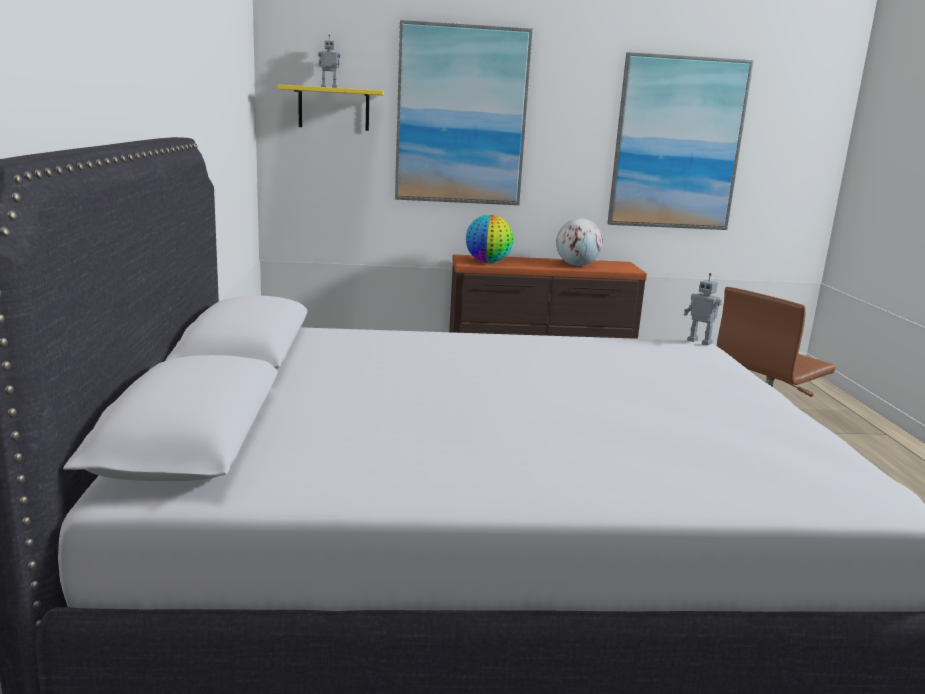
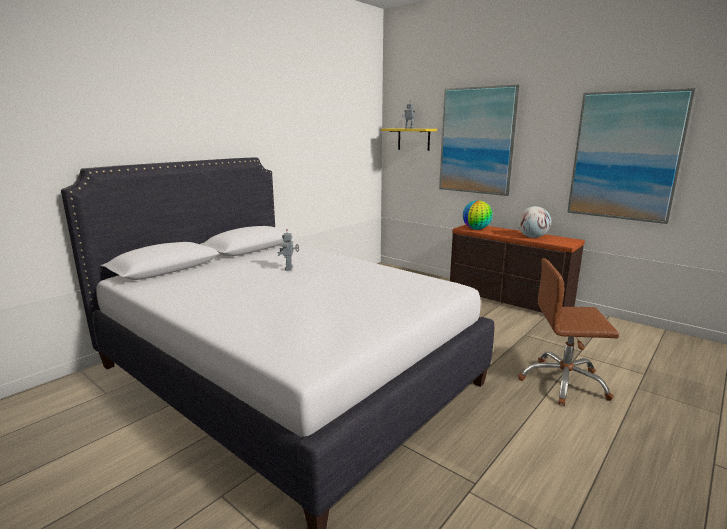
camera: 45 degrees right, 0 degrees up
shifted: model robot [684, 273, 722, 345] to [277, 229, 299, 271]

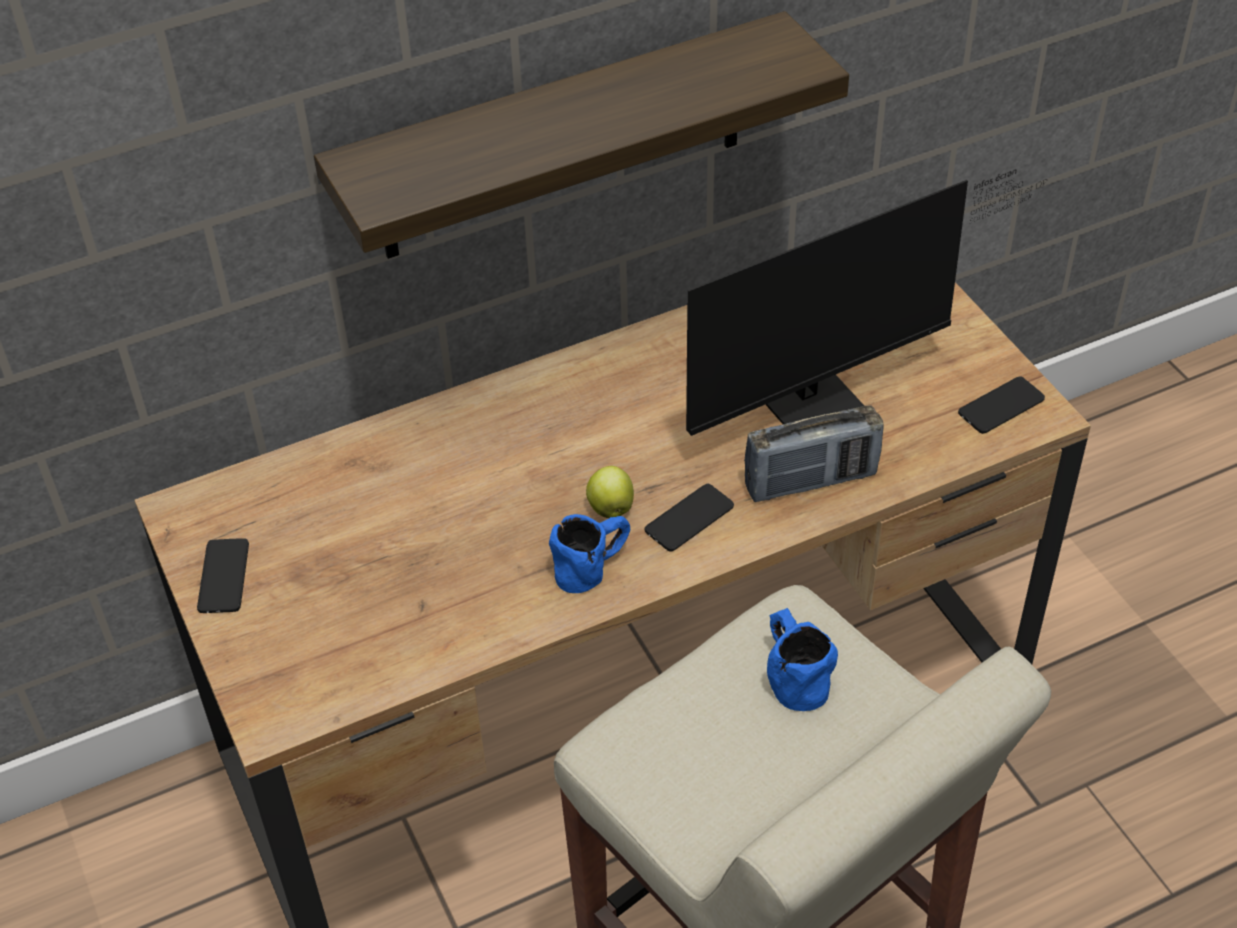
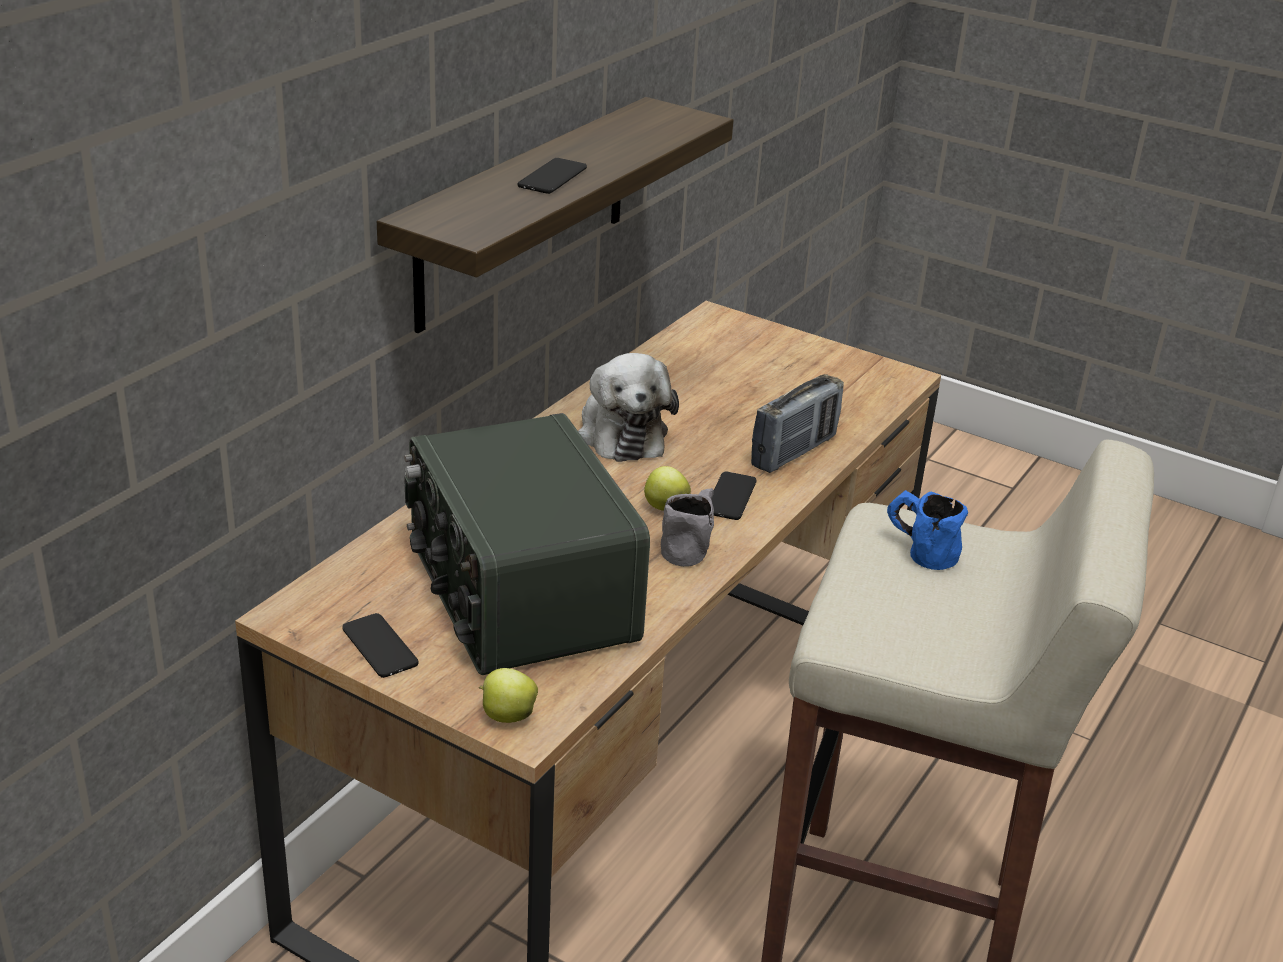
camera: 35 degrees left, 15 degrees down
gone: computer display [686, 169, 1047, 436]
new: radio set [404, 413, 650, 675]; whole apple [479, 668, 538, 723]; plush toy [578, 353, 679, 462]
shifted: handset [958, 376, 1045, 434] to [518, 158, 587, 194]
repainted: blue mug [549, 514, 630, 593] to grey mug [661, 488, 714, 567]

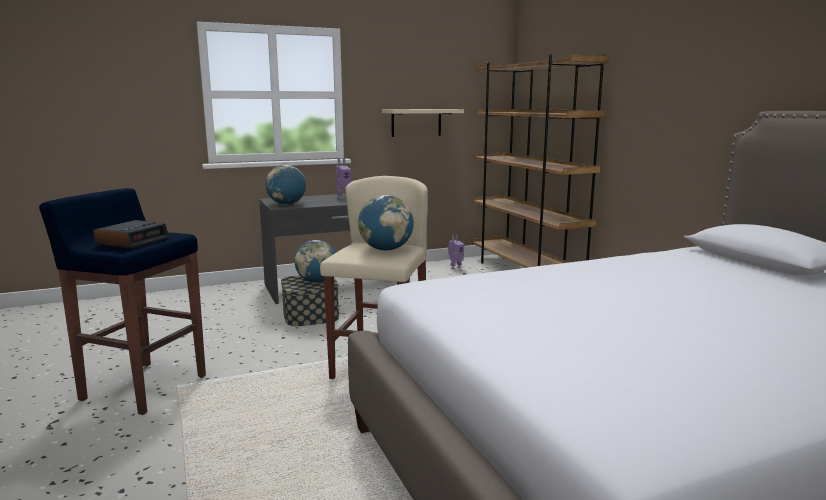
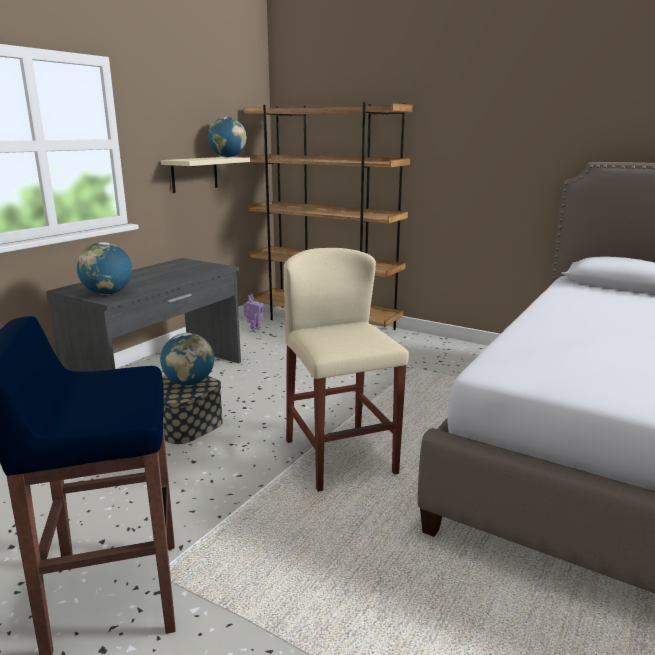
camera: 35 degrees left, 5 degrees up
gone: alarm clock [93, 220, 169, 249]; model robot [336, 158, 352, 199]
shifted: globe [358, 195, 414, 251] to [208, 117, 247, 157]

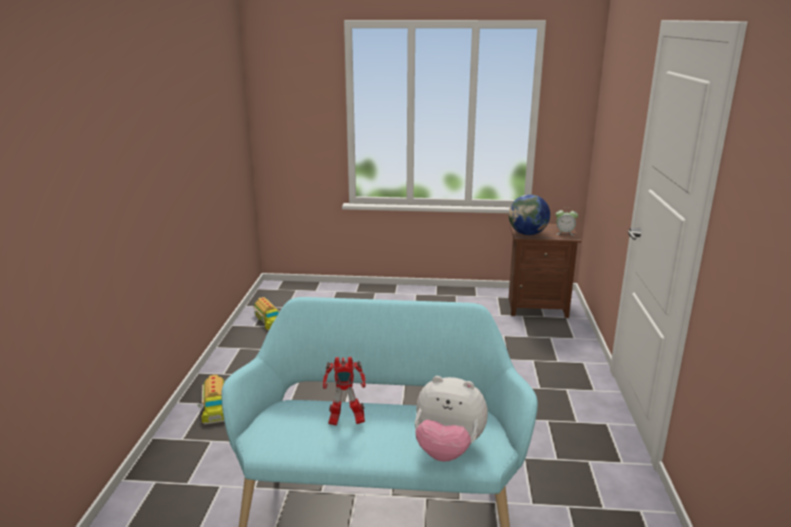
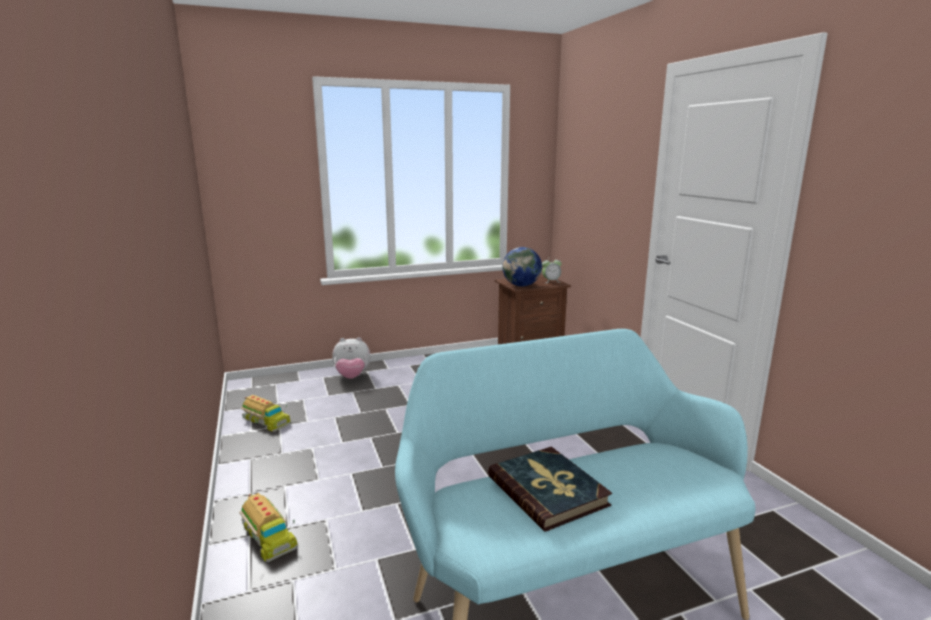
camera: 25 degrees left, 5 degrees down
shifted: plush toy [415, 376, 488, 462] to [332, 337, 370, 379]
swapped: model robot [323, 357, 366, 426] to volume [488, 447, 612, 532]

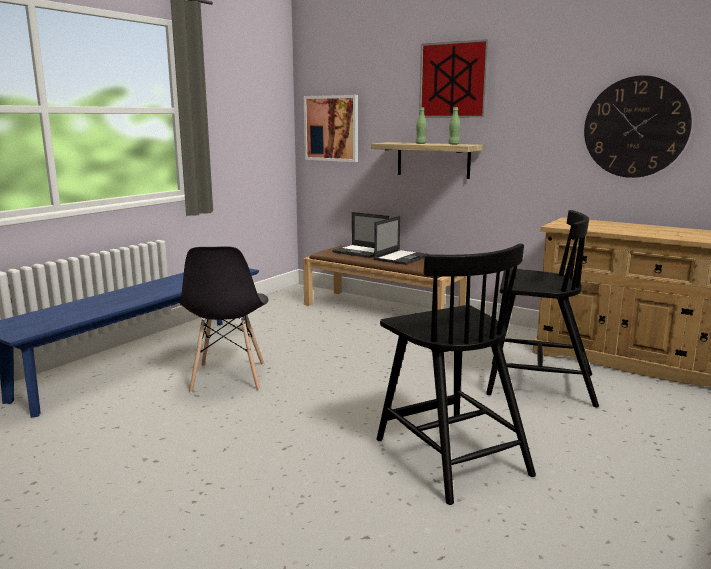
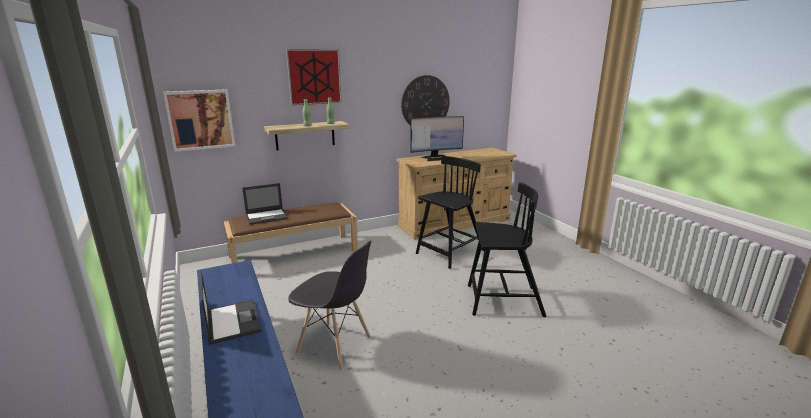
camera: 60 degrees left, 5 degrees up
new: computer display [410, 116, 464, 161]
shifted: notebook computer [374, 216, 425, 265] to [200, 271, 261, 345]

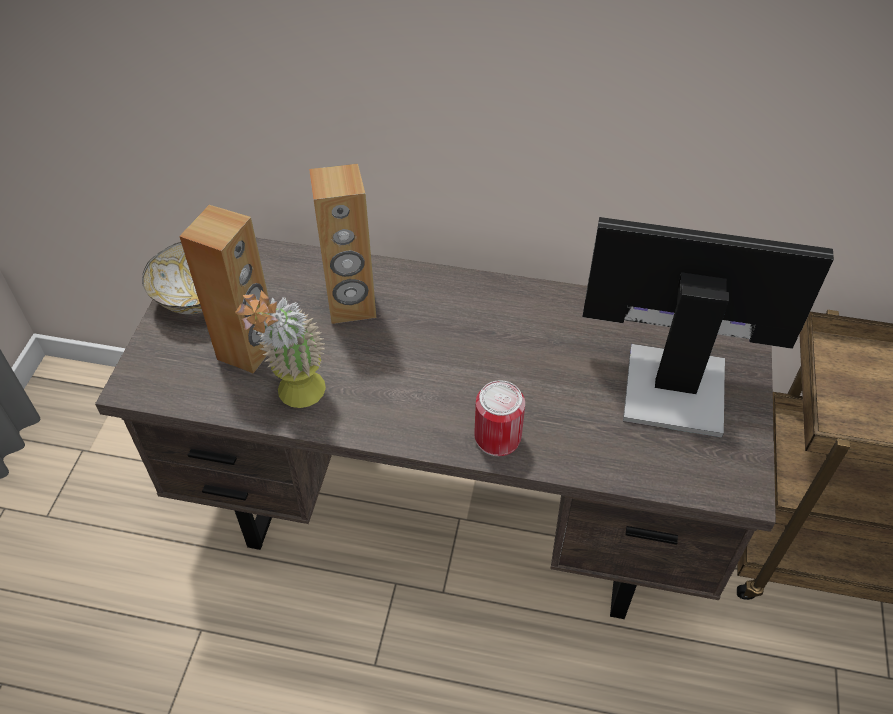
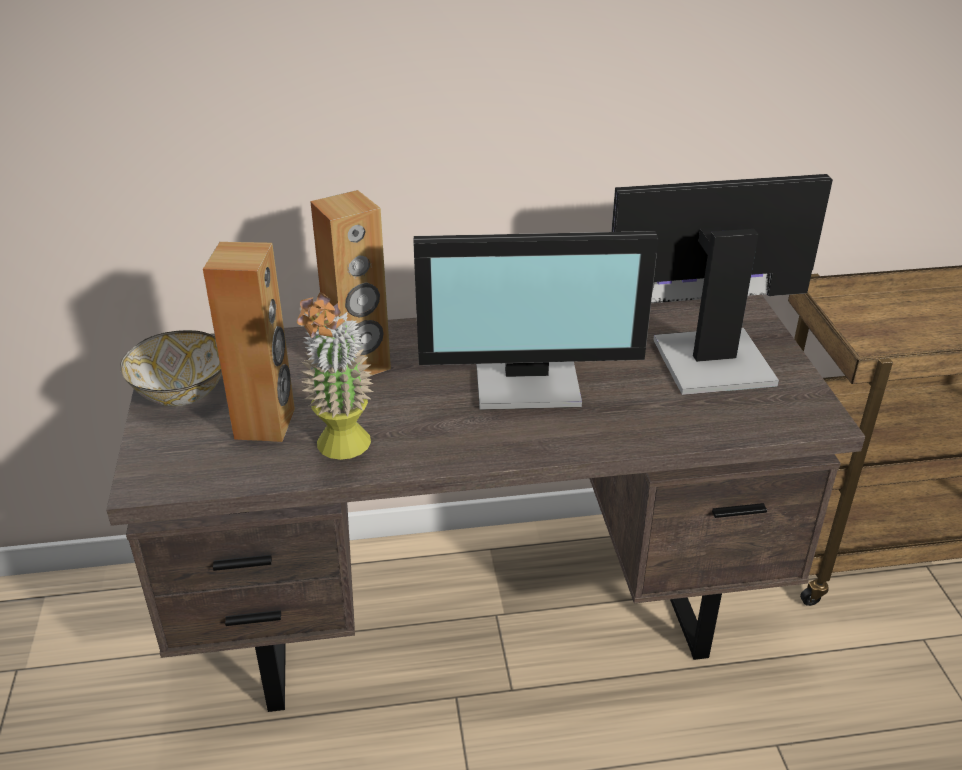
camera: 20 degrees left, 15 degrees down
gone: metal can [474, 380, 525, 456]
new: computer display [413, 231, 658, 410]

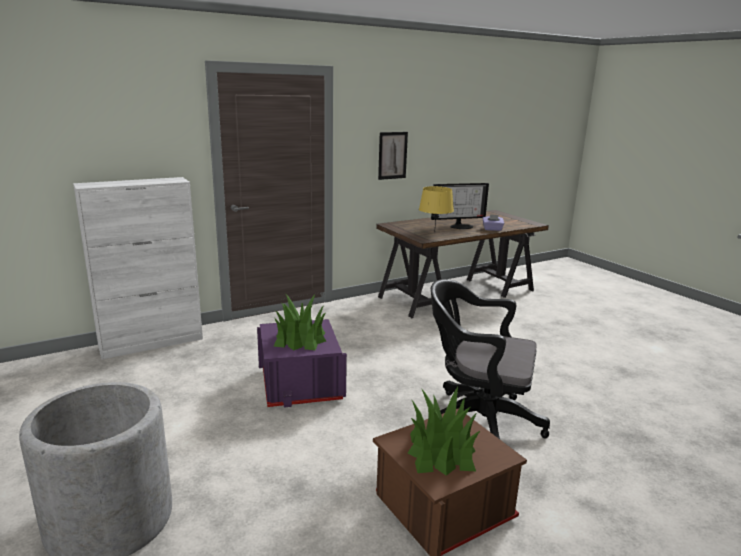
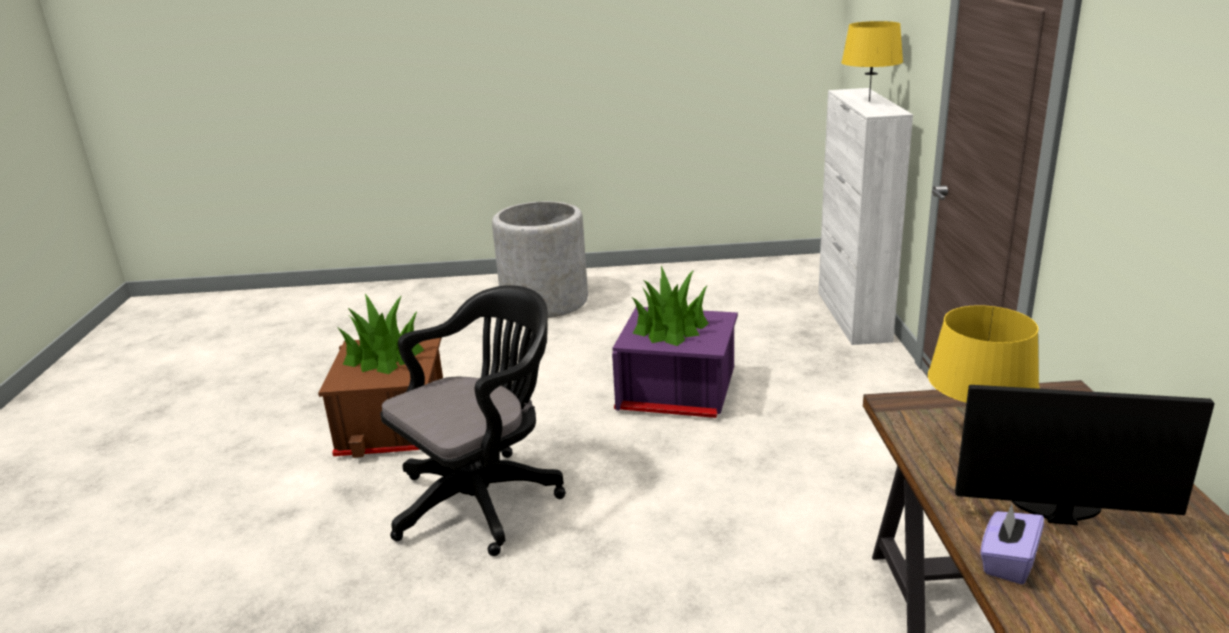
camera: 120 degrees right, 5 degrees up
gone: picture [378, 132, 408, 180]
new: yellowish lamp for a table [841, 21, 903, 102]
rotated: computer display [431, 183, 489, 229] = [955, 385, 1214, 525] 90 degrees clockwise

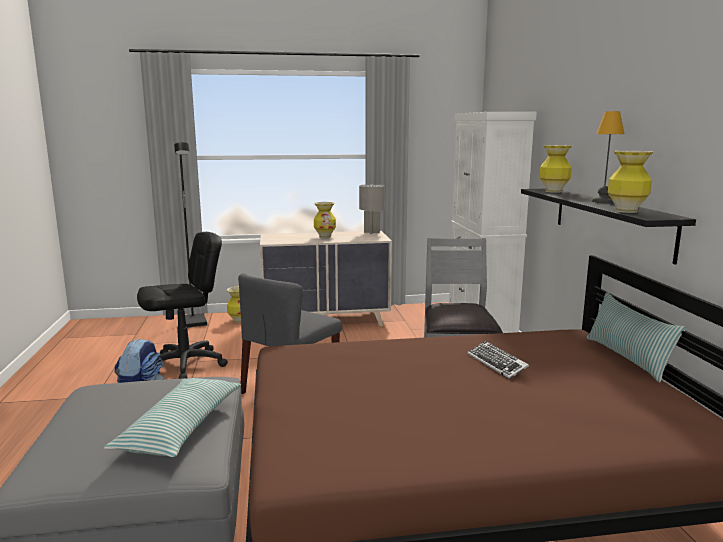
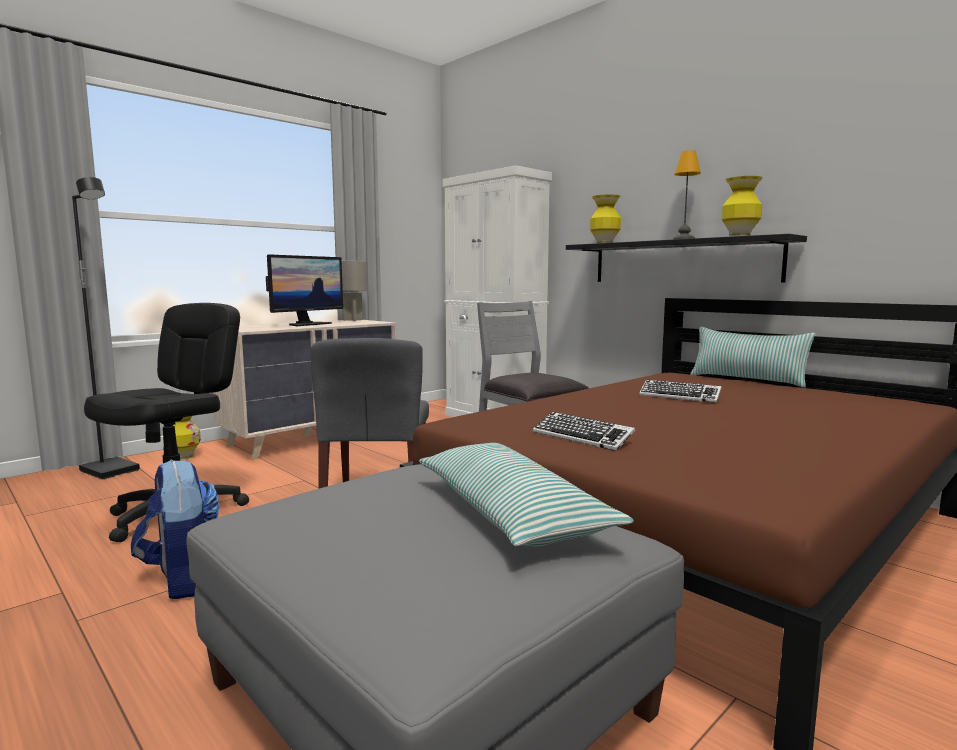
camera: 35 degrees left, 5 degrees down
new: PC keyboard [533, 412, 635, 451]
swapped: decorative vase [314, 202, 336, 238] to computer display [266, 254, 343, 326]

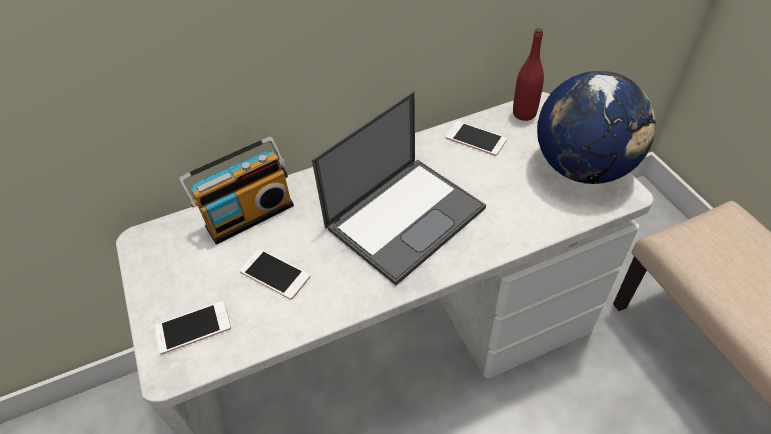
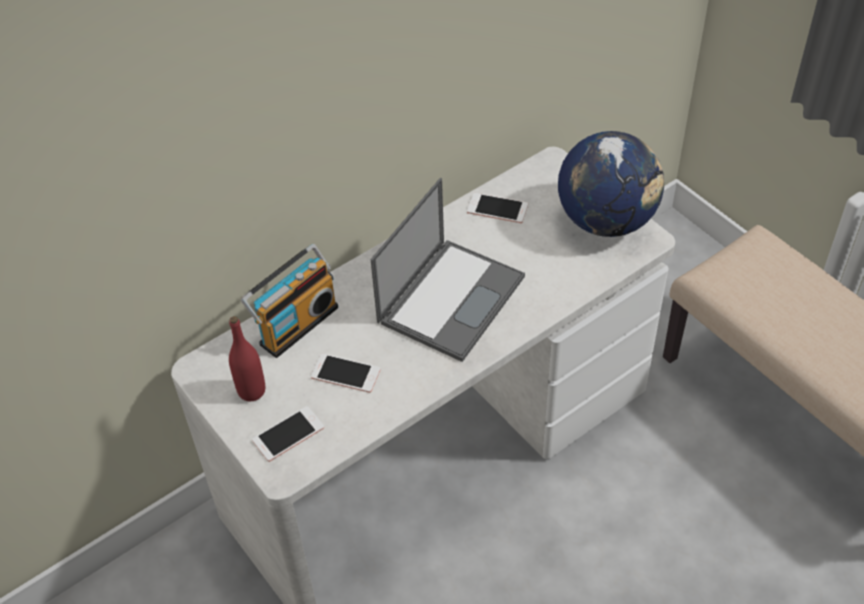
camera: 15 degrees left, 0 degrees up
shifted: red-coloured beverage bottle [513, 28, 544, 121] to [229, 316, 265, 401]

